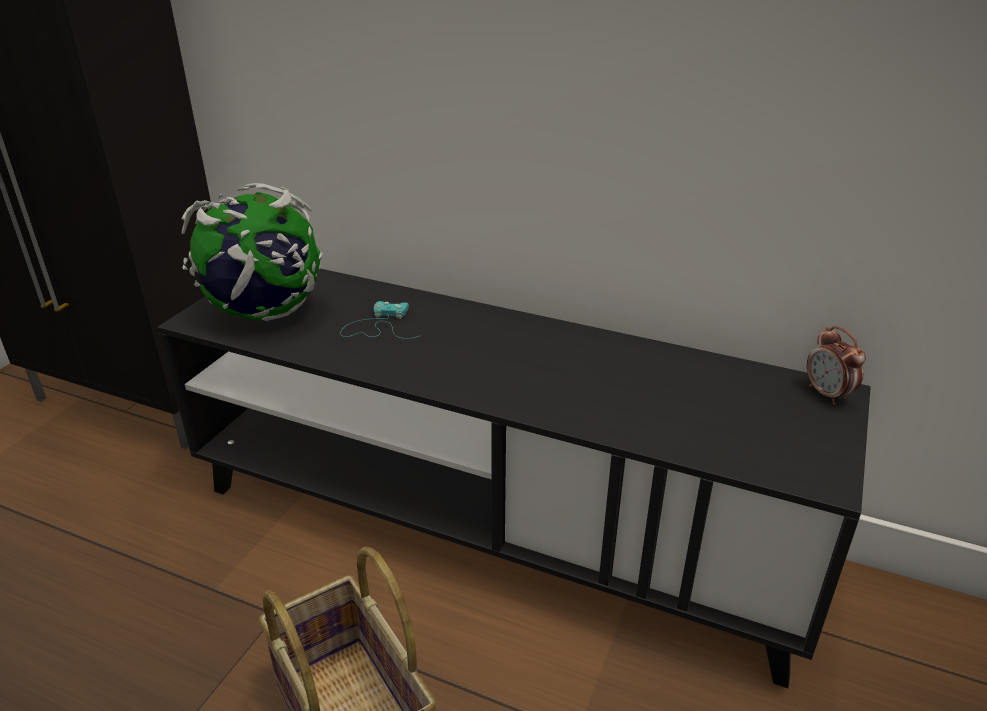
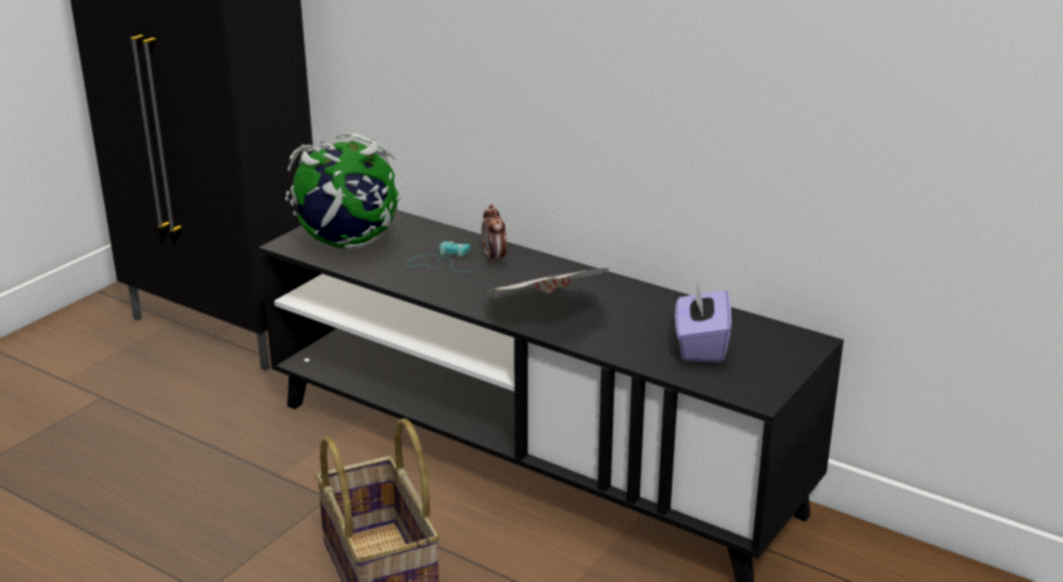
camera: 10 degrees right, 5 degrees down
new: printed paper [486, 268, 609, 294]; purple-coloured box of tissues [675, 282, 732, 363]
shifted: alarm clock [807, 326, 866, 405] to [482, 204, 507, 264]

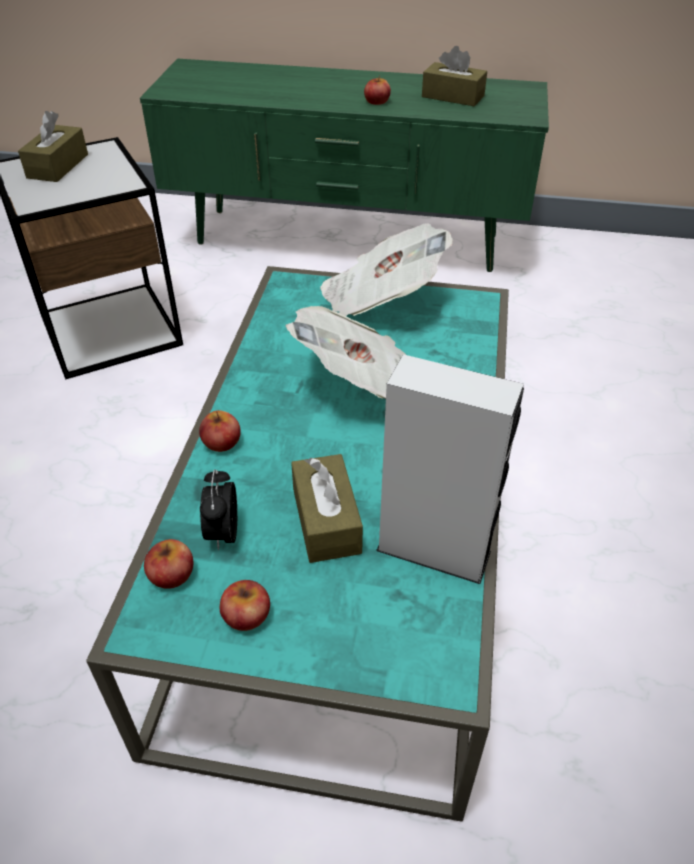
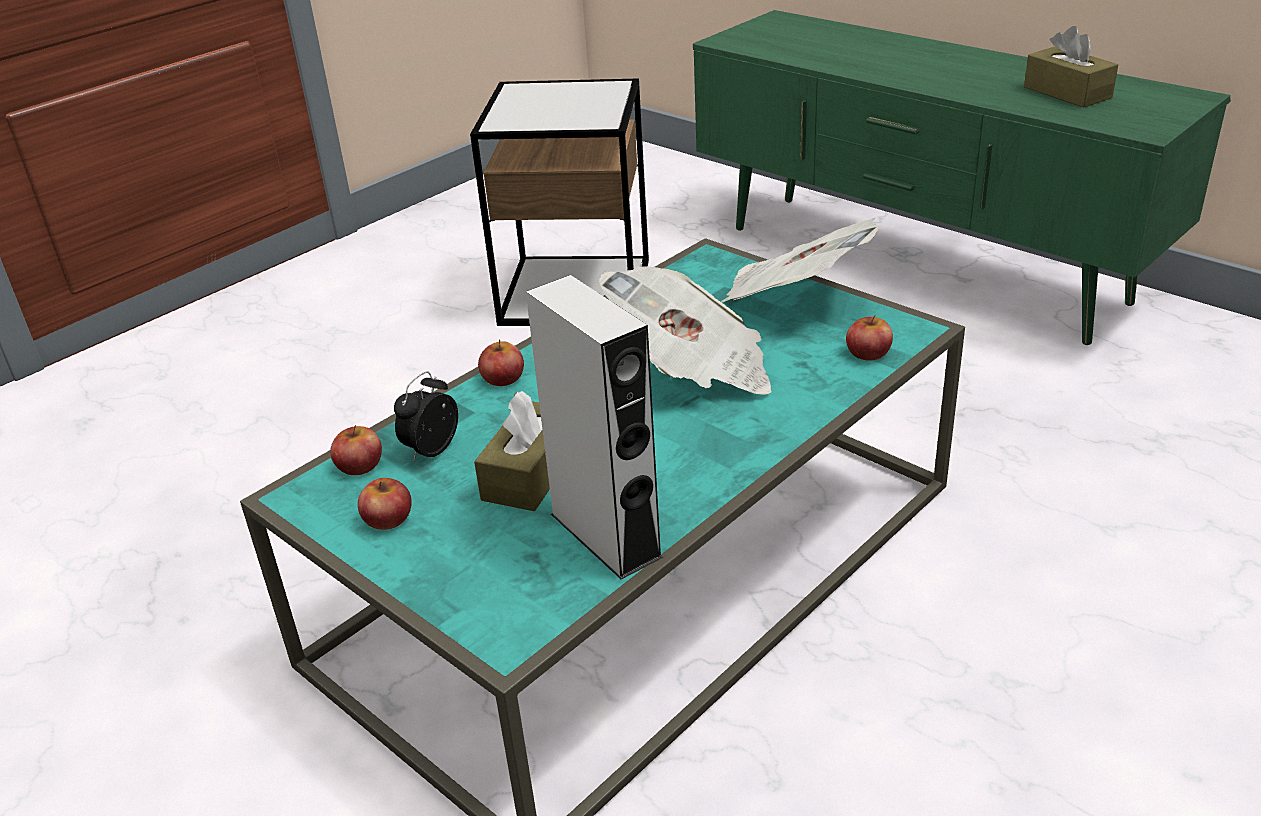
camera: 35 degrees right, 10 degrees down
gone: brown box of tissues [18, 111, 88, 182]
shifted: whole apple [364, 75, 391, 105] to [846, 315, 893, 360]

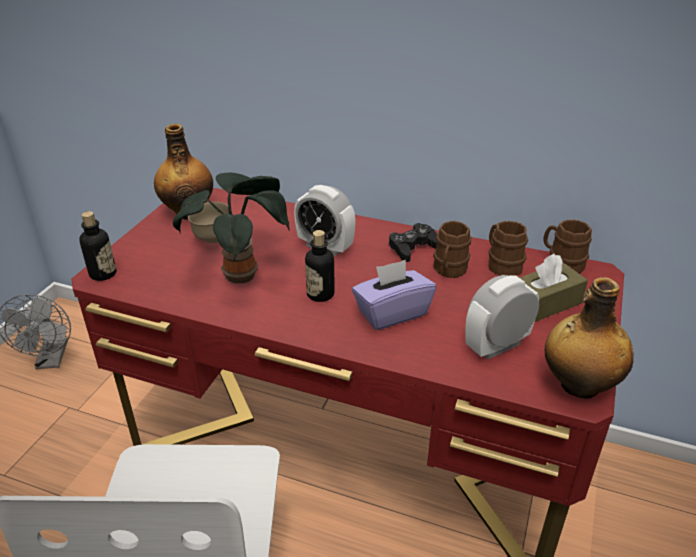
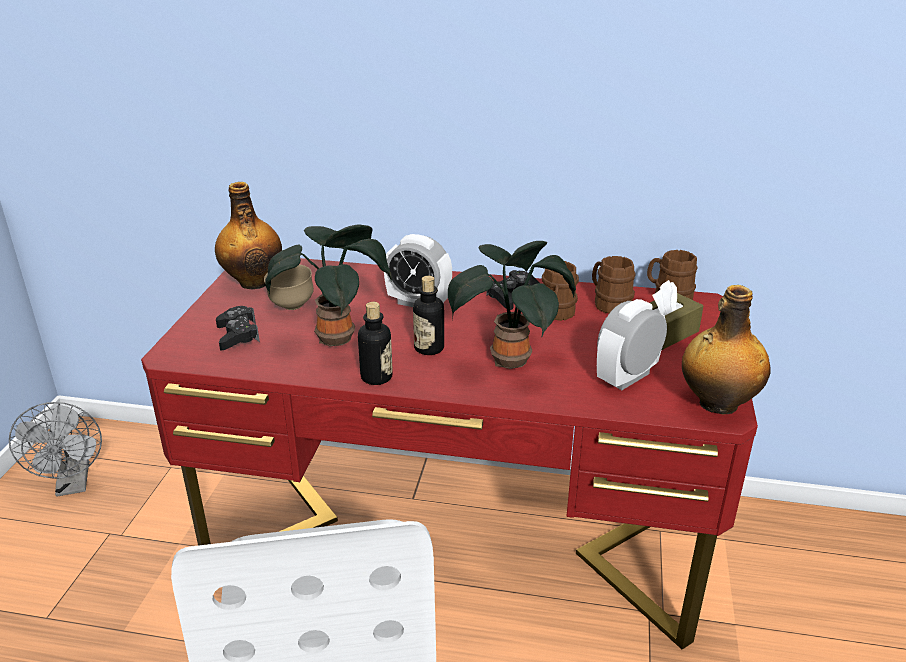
camera: 10 degrees left, 5 degrees down
new: blackish joypad [216, 306, 260, 351]
shifted: beverage bottle [79, 211, 116, 281] to [358, 302, 393, 385]
swapped: purple-coloured box of tissues [352, 260, 436, 330] to plant in a pot [448, 241, 576, 369]

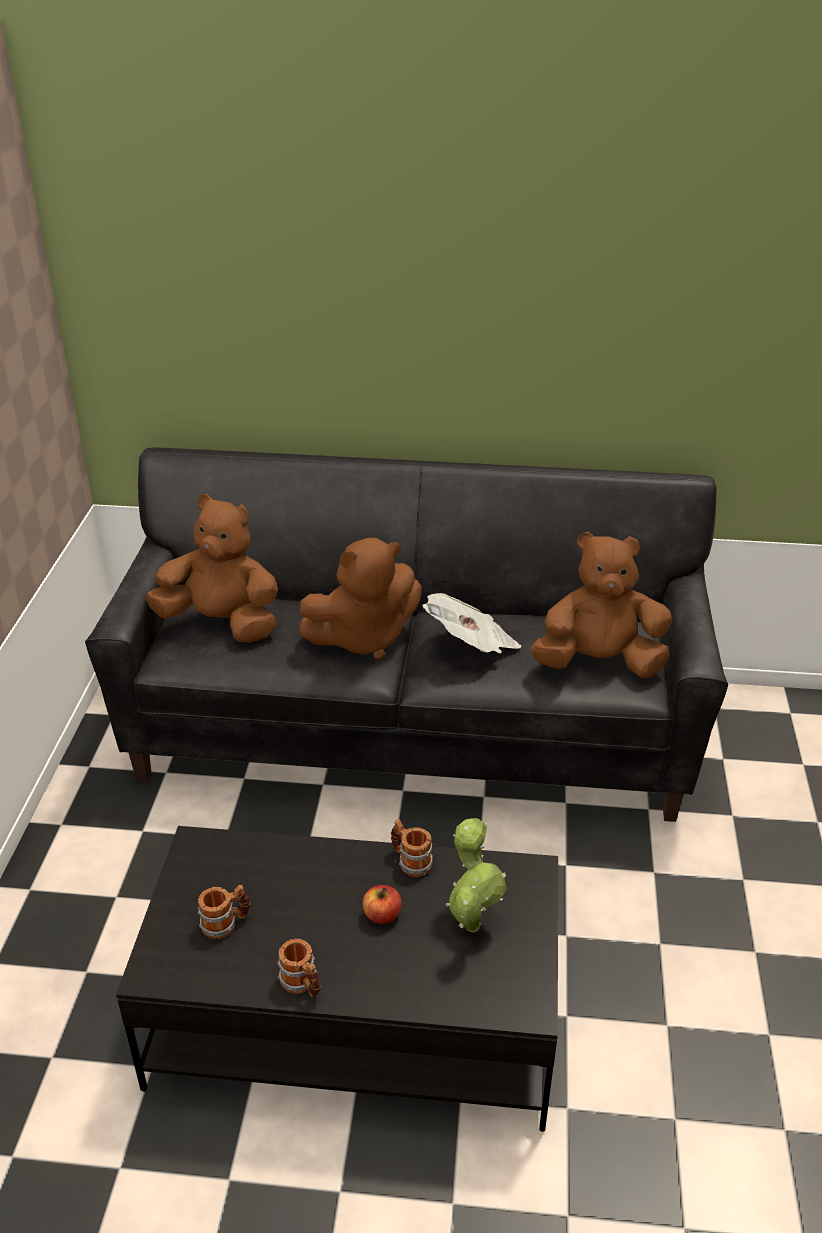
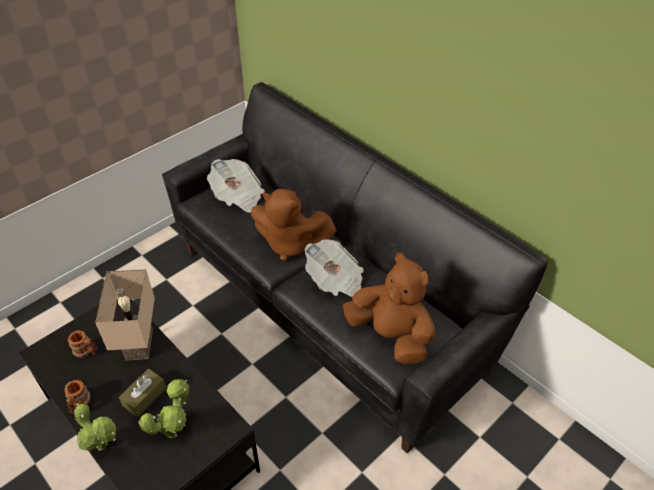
camera: 40 degrees right, 10 degrees up
gone: mug [391, 819, 433, 877]
new: plant in a pot [74, 403, 116, 451]; sand-coloured lamp for a table [95, 269, 155, 360]
swapped: whole apple [362, 885, 402, 924] to brown box of tissues [119, 369, 166, 417]; brown plush toy [145, 494, 278, 643] to printed paper [207, 159, 265, 213]

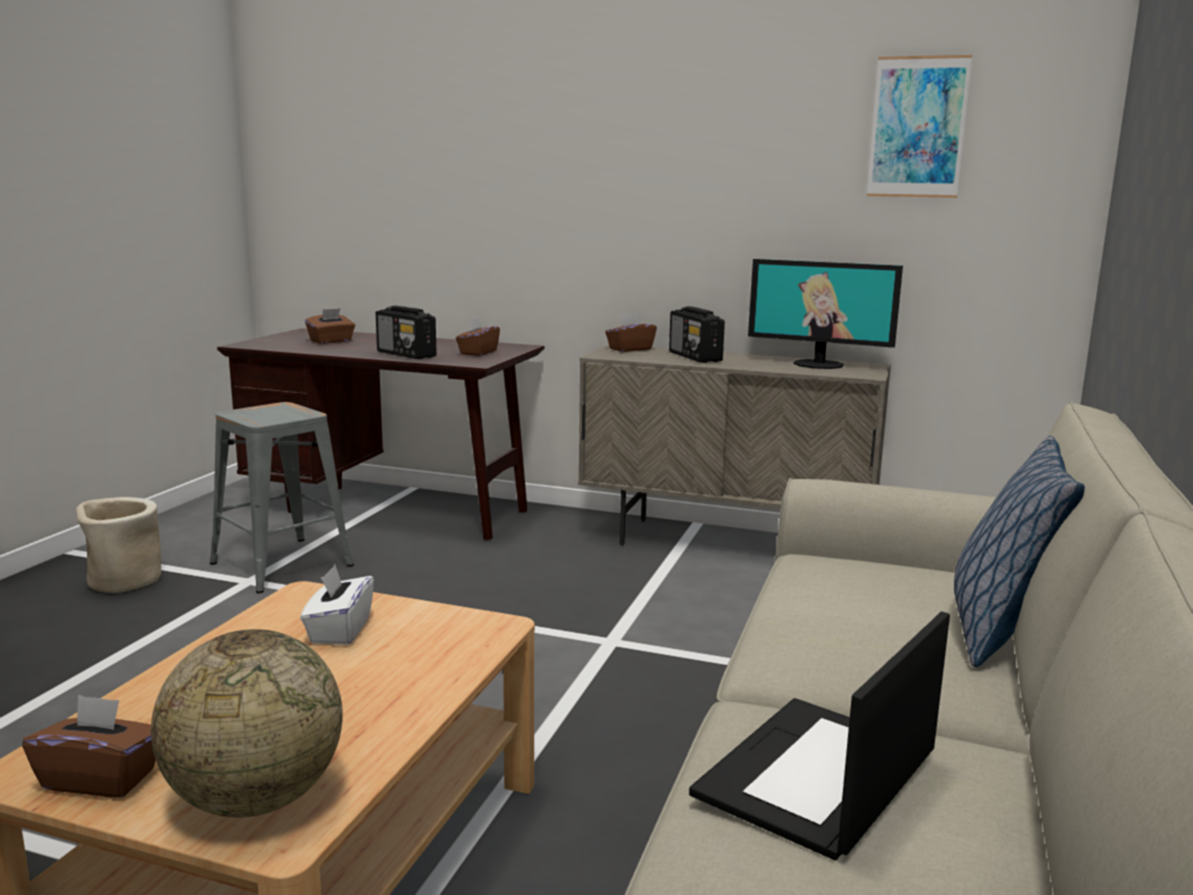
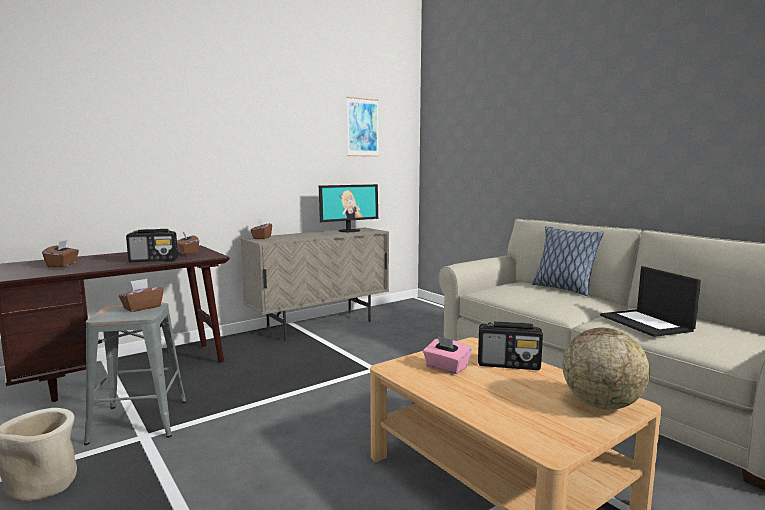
camera: 55 degrees left, 5 degrees down
shifted: brown box of tissues [22, 694, 155, 798] to [119, 279, 164, 312]; radio set [669, 306, 725, 363] to [478, 322, 543, 370]
repainted: white-coloured box of tissues [300, 565, 374, 645] to pinkish box of tissues [423, 335, 472, 374]

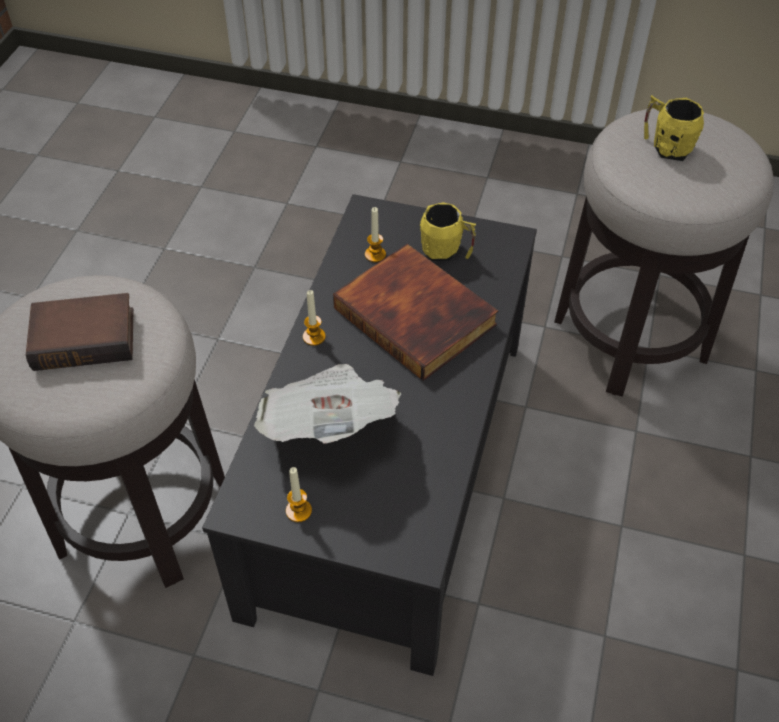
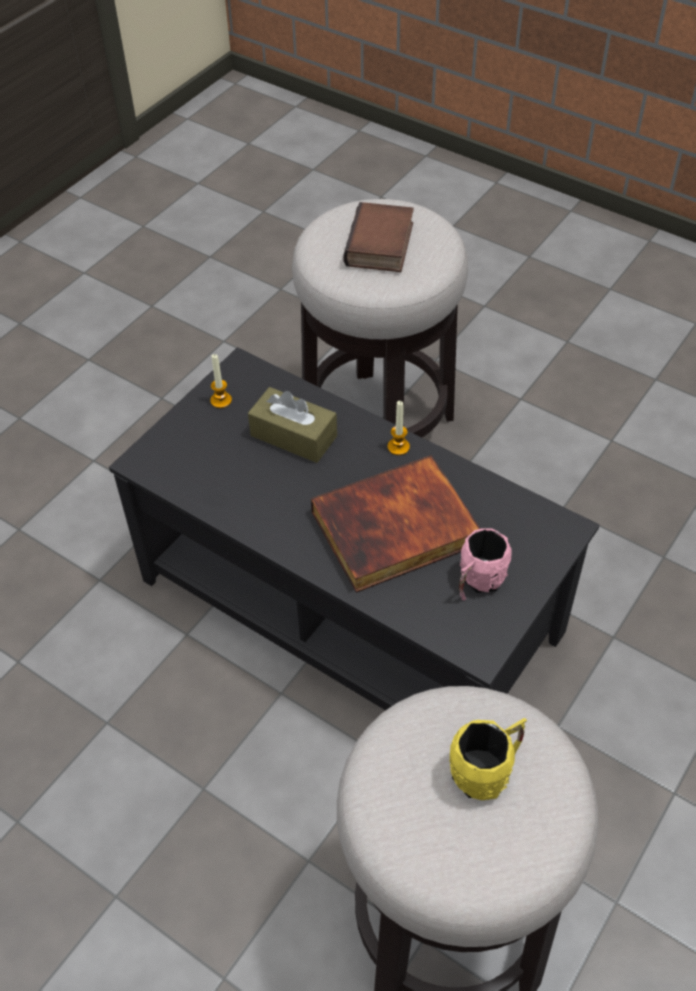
camera: 110 degrees right, 0 degrees up
gone: wax light [365, 207, 386, 262]
swapped: printed paper [254, 364, 401, 444] to brown box of tissues [248, 387, 337, 463]
repainted: yellowish mug [420, 202, 476, 261] to pinkish mug [459, 528, 512, 600]

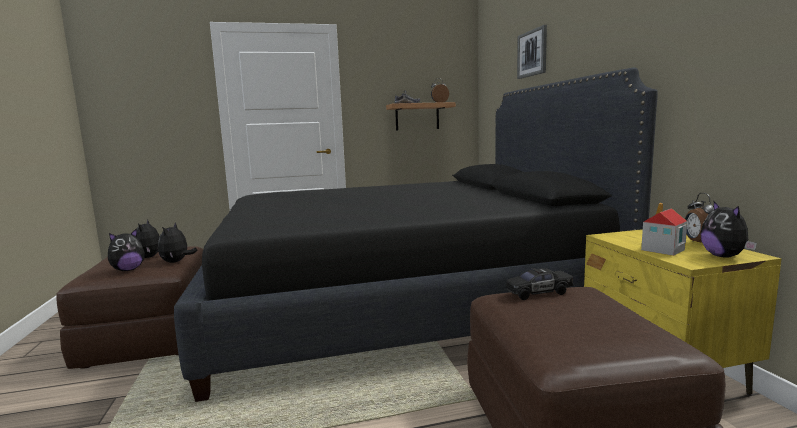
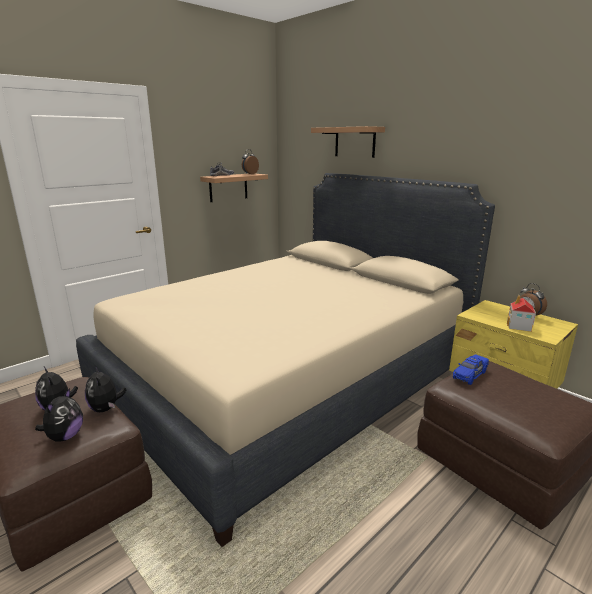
camera: 30 degrees left, 10 degrees up
gone: plush toy [700, 202, 757, 258]
swapped: picture [517, 25, 547, 79] to bracket shelf [311, 126, 385, 158]
repainted: blackish bed [174, 67, 658, 402] to sand-coloured bed [76, 173, 495, 547]; blackish miniature car [506, 268, 574, 300] to blue miniature car [453, 354, 489, 385]

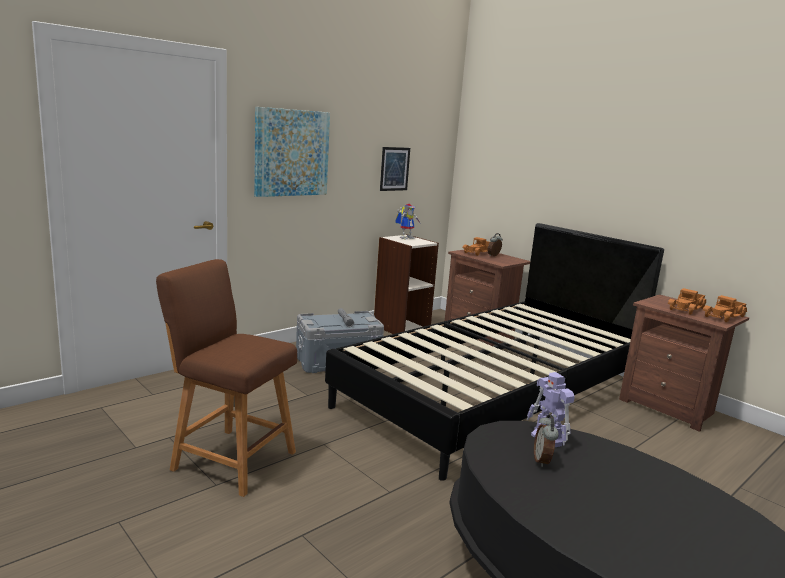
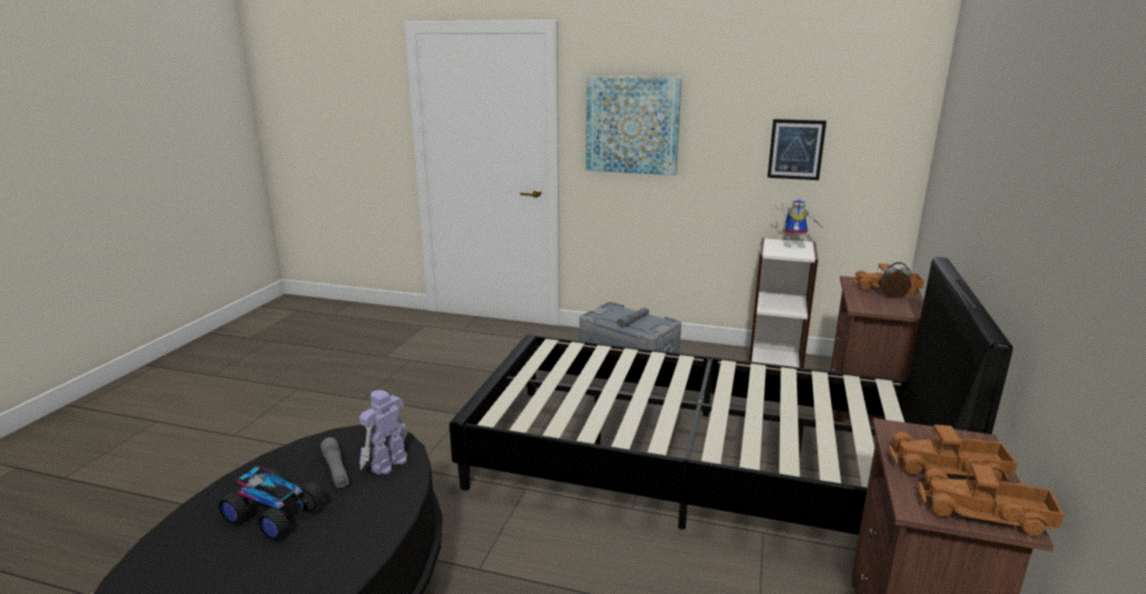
camera: 60 degrees right, 5 degrees up
gone: brown sitting stool [156, 259, 297, 497]
new: miniature car [218, 465, 325, 541]
swapped: alarm clock [534, 415, 559, 467] to grey hand torch [321, 437, 349, 488]

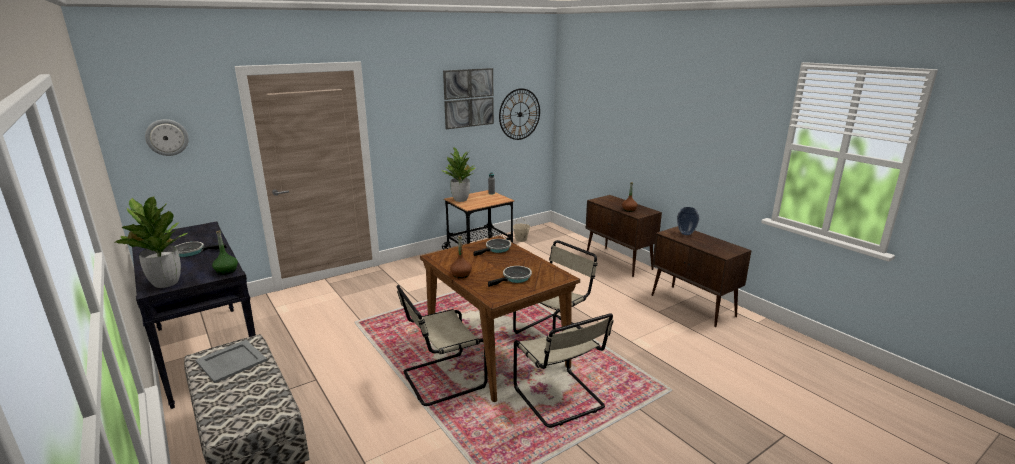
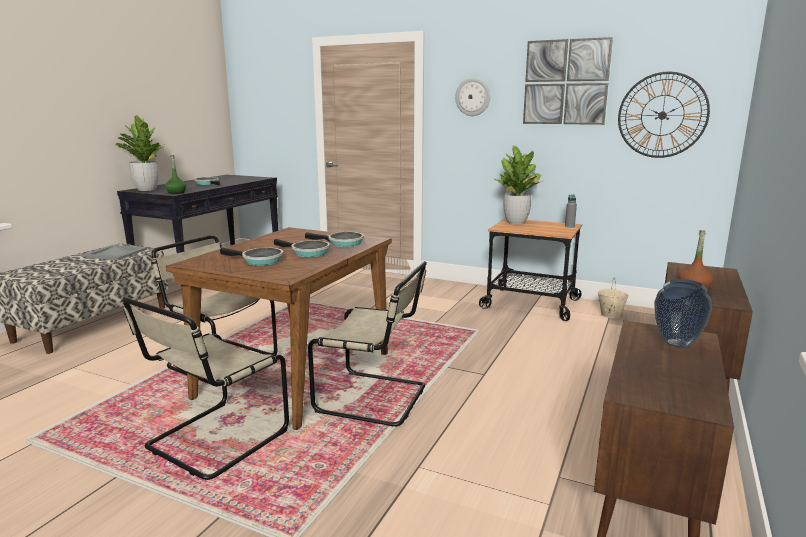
camera: 60 degrees right, 5 degrees down
gone: brown beverage bottle [450, 236, 472, 278]
new: pan [274, 239, 330, 257]
shifted: hanging clock [145, 119, 189, 156] to [455, 78, 490, 116]

